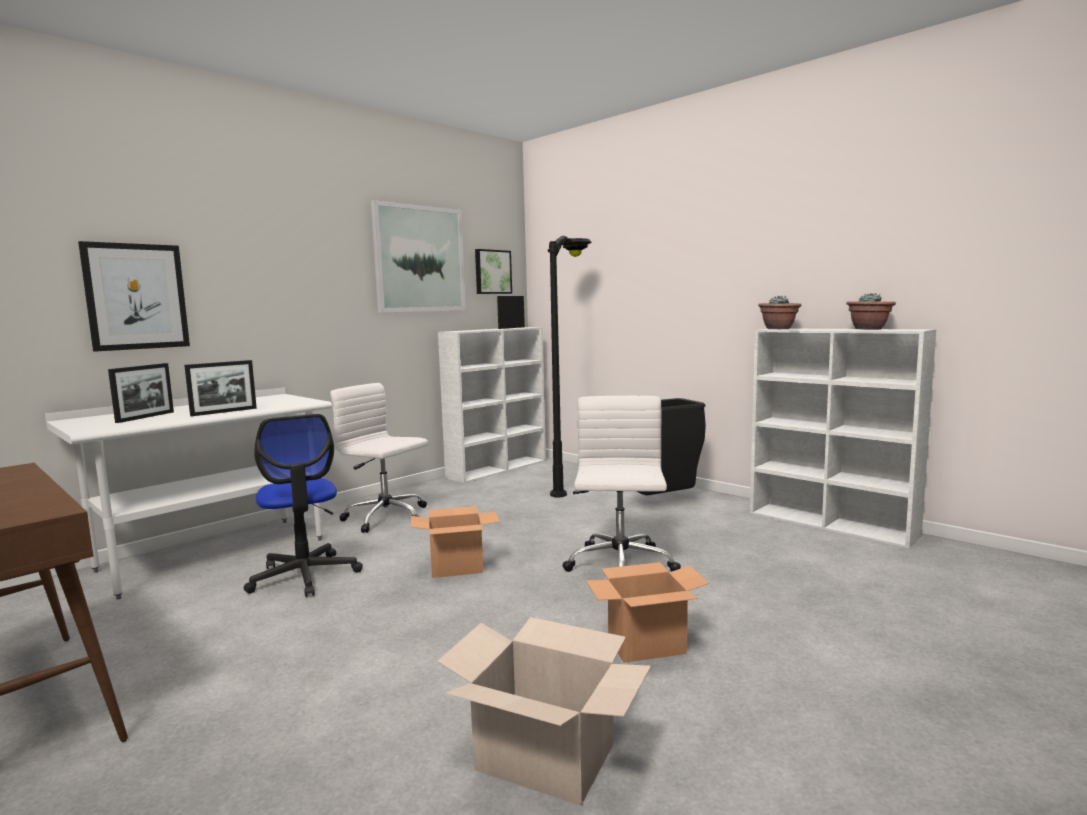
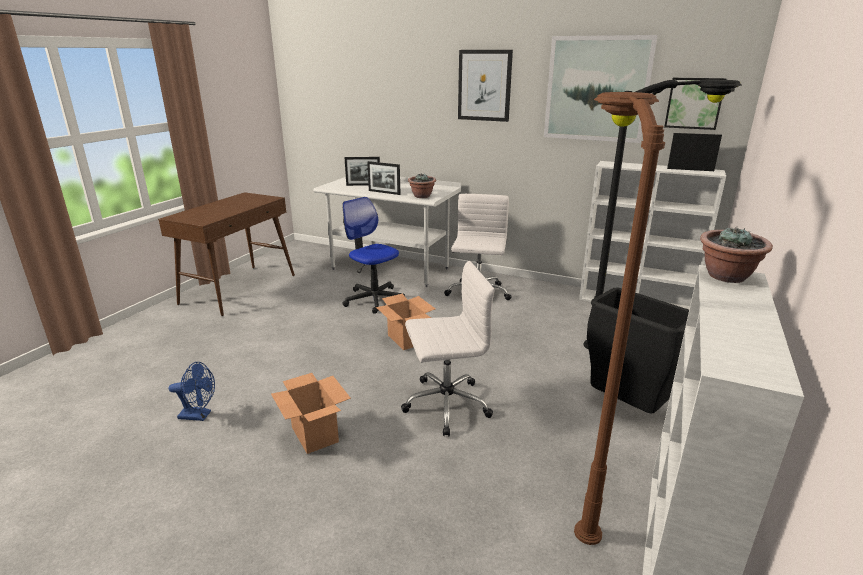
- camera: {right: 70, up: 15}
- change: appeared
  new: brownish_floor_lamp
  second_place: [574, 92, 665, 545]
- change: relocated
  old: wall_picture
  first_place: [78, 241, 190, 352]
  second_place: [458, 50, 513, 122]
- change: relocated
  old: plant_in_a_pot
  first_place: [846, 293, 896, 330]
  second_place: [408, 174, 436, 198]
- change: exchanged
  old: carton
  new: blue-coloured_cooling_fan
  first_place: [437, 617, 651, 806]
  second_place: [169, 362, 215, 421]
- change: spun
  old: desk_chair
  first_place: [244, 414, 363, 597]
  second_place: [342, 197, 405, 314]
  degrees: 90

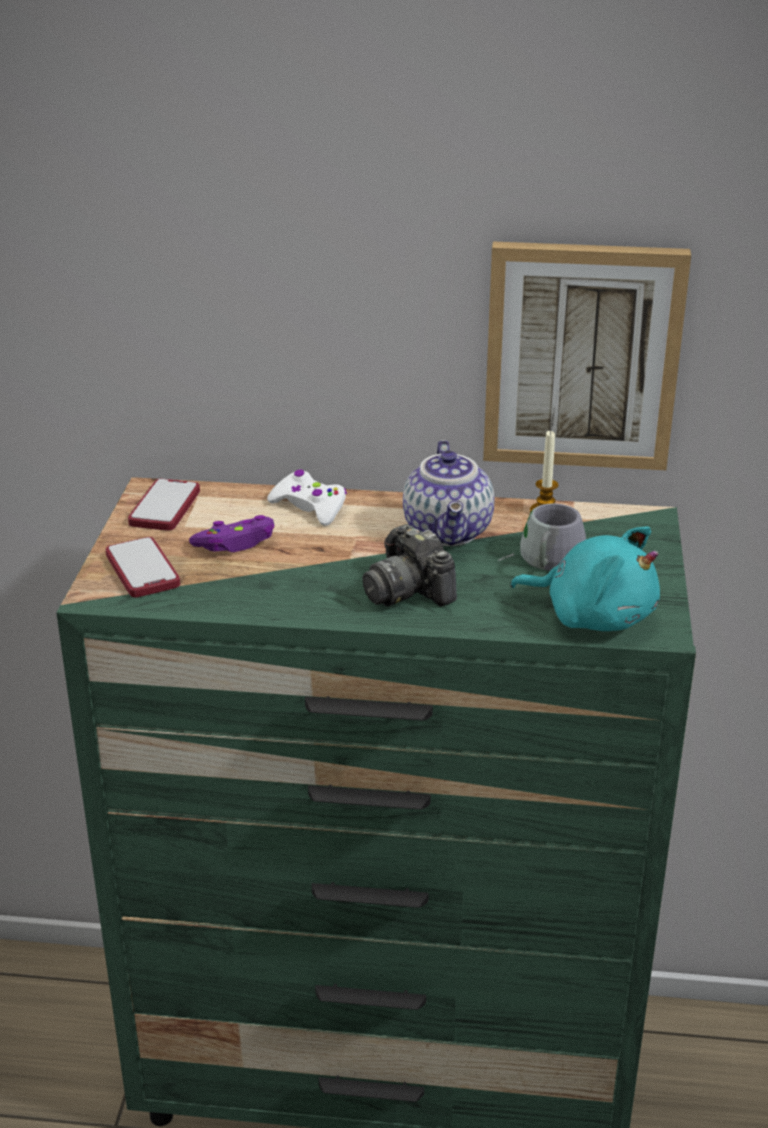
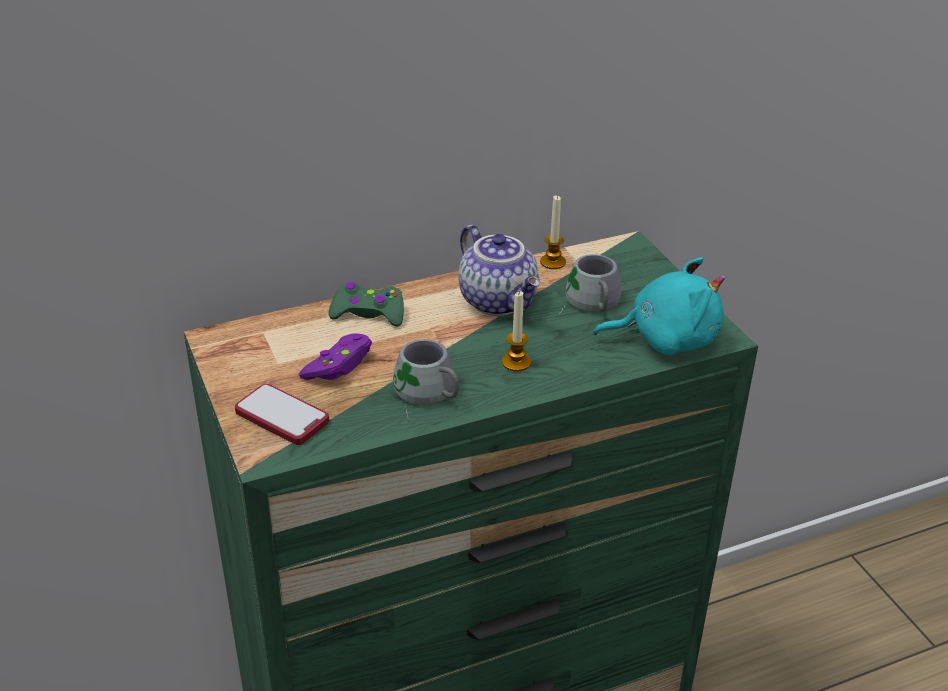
- camera: {right: -30, up: 5}
- change: missing
  old: handset
  first_place: [128, 479, 200, 531]
- change: missing
  old: wall_picture
  first_place: [483, 241, 691, 470]
- change: appeared
  new: grey_mug
  second_place: [393, 339, 459, 418]
- change: exchanged
  old: photo_camera
  new: candle
  first_place: [362, 524, 457, 607]
  second_place: [502, 291, 531, 371]
- change: colour
  old: white-coloured_joypad
  new: green-coloured_joypad
  first_place: [267, 470, 347, 526]
  second_place: [328, 282, 404, 326]

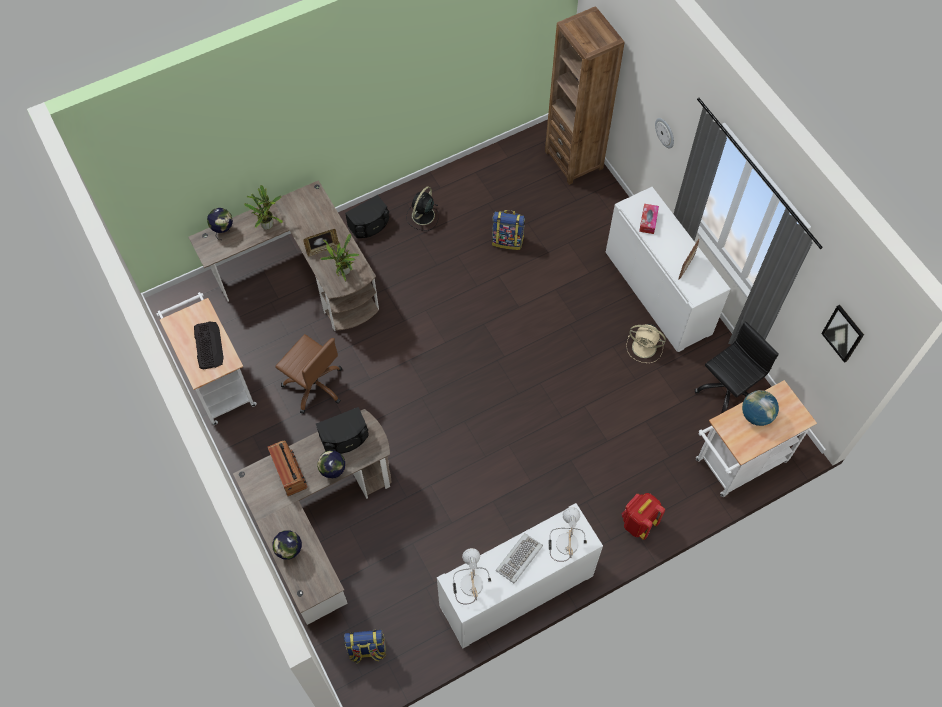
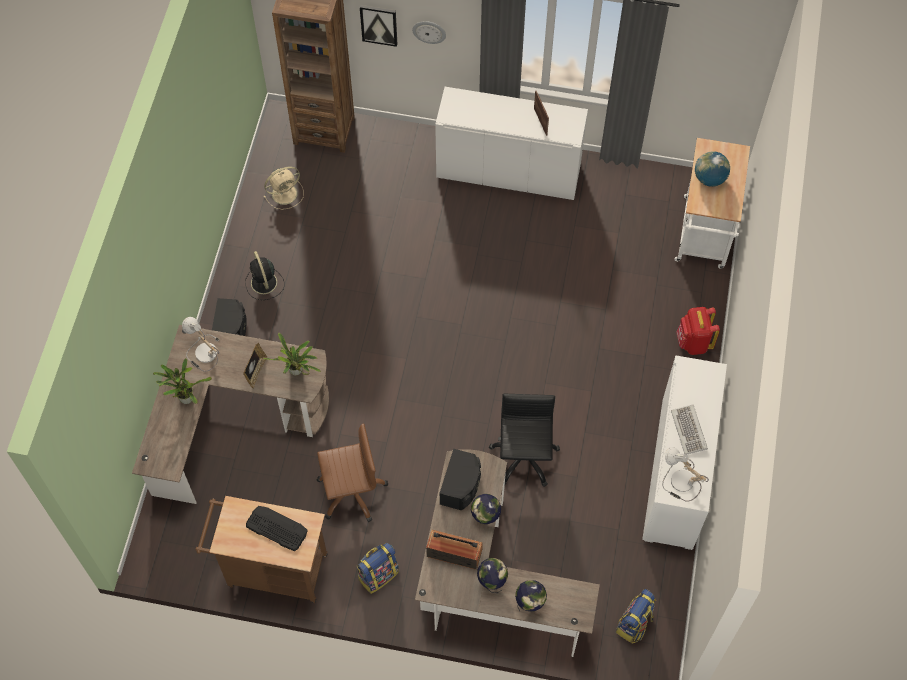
- camera: {right: -50, up: 0}
- change: missing
  old: tissue_box
  first_place: [639, 204, 659, 234]
- change: relocated
  old: world_globe
  first_place: [207, 208, 233, 240]
  second_place: [477, 558, 508, 593]
- change: relocated
  old: backpack
  first_place: [492, 210, 525, 250]
  second_place: [357, 543, 399, 594]
- change: relocated
  old: tabletop_lamp
  first_place: [549, 507, 587, 562]
  second_place: [182, 317, 219, 372]
- change: relocated
  old: beige-coloured_cooling_fan
  first_place: [626, 324, 666, 363]
  second_place: [264, 166, 304, 210]
- change: relocated
  old: blackish_desk_chair
  first_place: [694, 321, 779, 414]
  second_place: [489, 394, 560, 487]
- change: relocated
  old: wall_picture
  first_place: [821, 305, 864, 363]
  second_place: [360, 5, 397, 47]
- change: colour
  old: white-coloured_cart
  new: brownish_cart
  first_place: [157, 292, 257, 425]
  second_place: [195, 496, 327, 603]

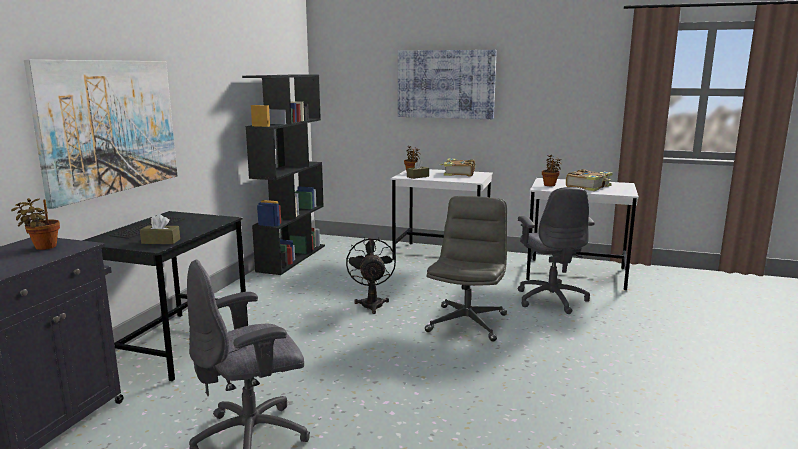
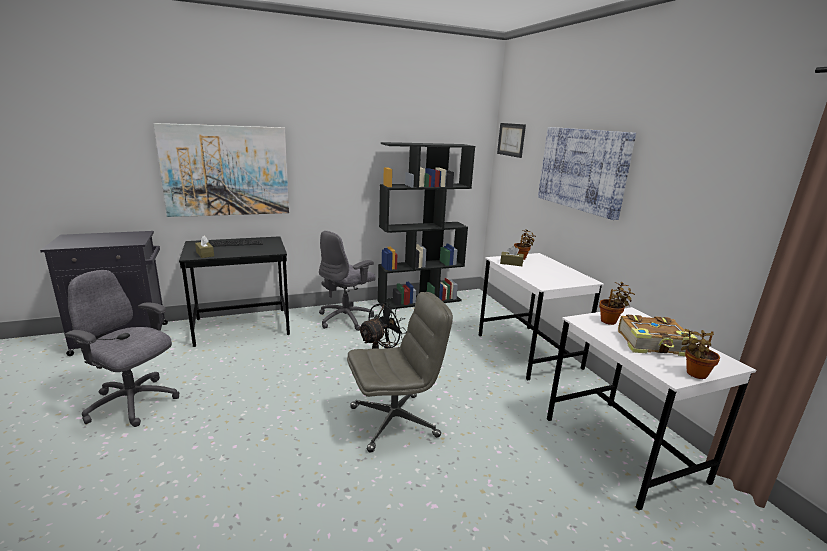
- camera: {right: 50, up: 5}
- change: missing
  old: book
  first_place: [440, 159, 475, 177]
- change: appeared
  new: wall_picture
  second_place: [497, 123, 526, 158]
- change: relocated
  old: plant_in_a_pot
  first_place: [11, 198, 60, 250]
  second_place: [681, 329, 720, 379]
- change: relocated
  old: grey_desk_chair
  first_place: [518, 187, 595, 314]
  second_place: [319, 231, 376, 331]

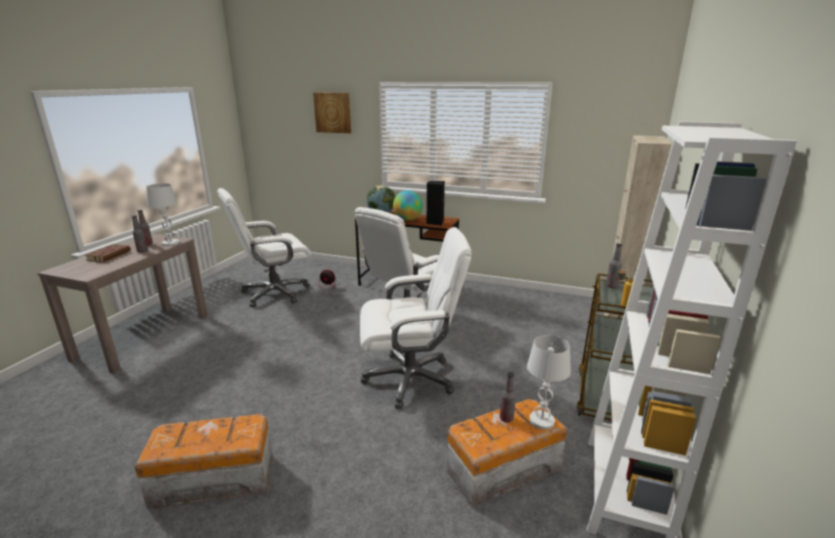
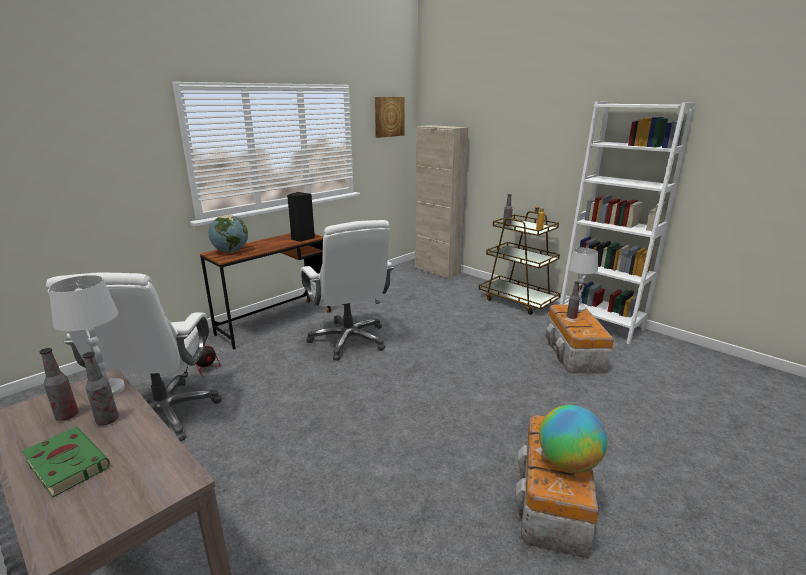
- camera: {right: -65, up: 0}
- change: missing
  old: white-coloured_desk_chair
  first_place: [360, 227, 472, 409]
- change: relocated
  old: wall_picture
  first_place: [313, 92, 351, 133]
  second_place: [375, 97, 405, 138]
- change: relocated
  old: world_globe
  first_place: [393, 190, 423, 221]
  second_place: [539, 405, 607, 472]
- change: colour
  old: brownish_book
  new: green-coloured_book
  first_place: [85, 244, 131, 262]
  second_place: [22, 427, 110, 498]

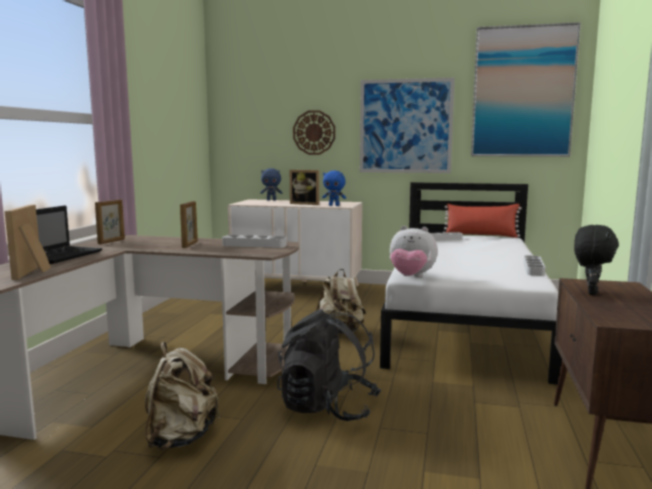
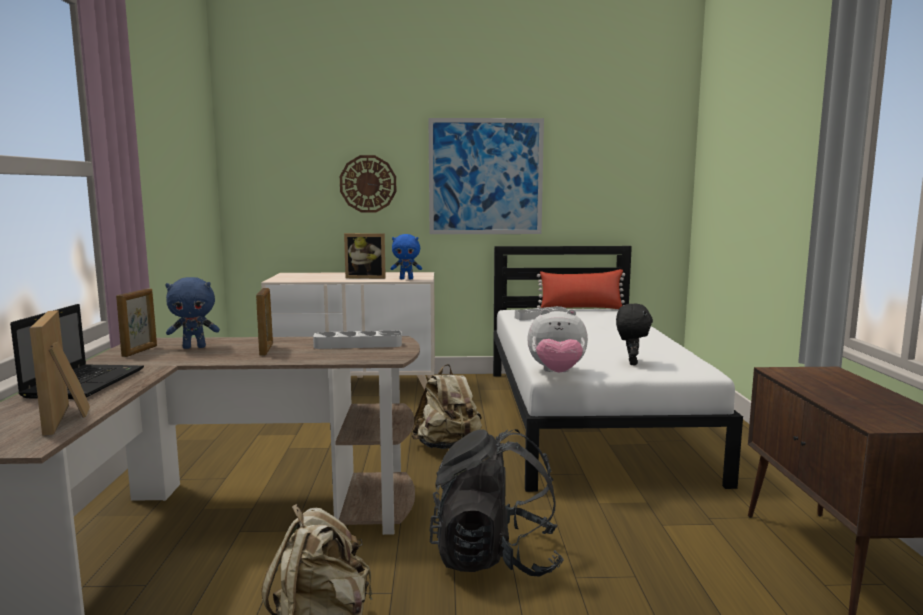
- camera: {right: -15, up: 0}
- change: missing
  old: wall_picture
  first_place: [471, 22, 581, 157]
- change: missing
  old: grey_carrying_tray
  first_place: [524, 255, 545, 276]
- change: relocated
  old: blue-coloured_soft_toy
  first_place: [260, 168, 283, 201]
  second_place: [165, 277, 220, 349]
- change: relocated
  old: blackish_soft_toy
  first_place: [574, 225, 619, 295]
  second_place: [616, 303, 653, 365]

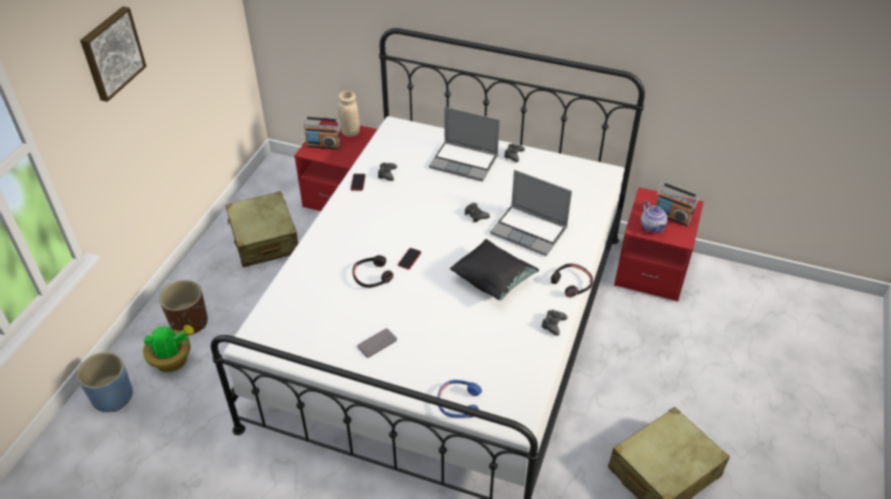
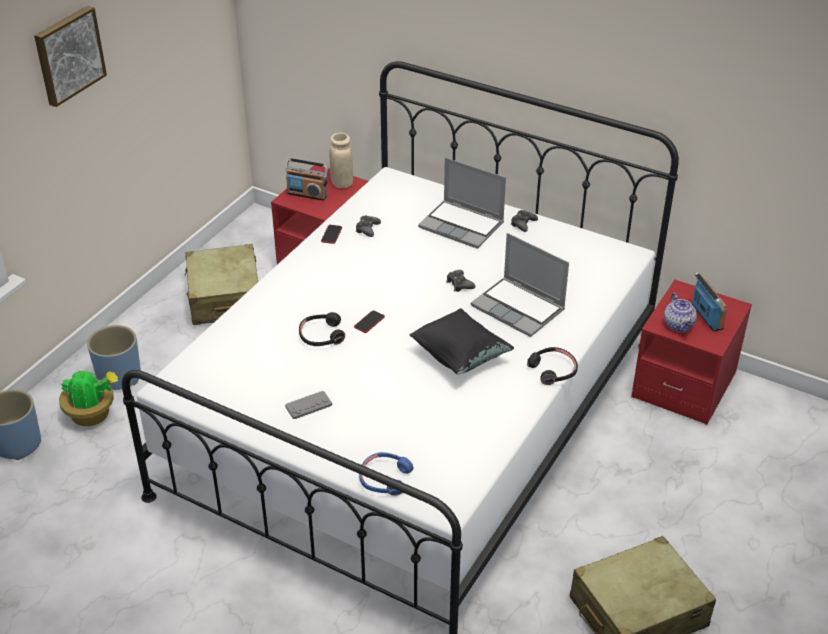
- camera: {right: 10, up: -5}
- change: missing
  old: blackish_joypad
  first_place: [541, 310, 568, 336]
- change: colour
  old: brownish_planter
  new: blue-coloured_planter
  first_place: [159, 280, 208, 335]
  second_place: [87, 325, 141, 390]
- change: spun
  old: radio
  first_place: [655, 182, 699, 226]
  second_place: [692, 272, 727, 331]
  degrees: -150

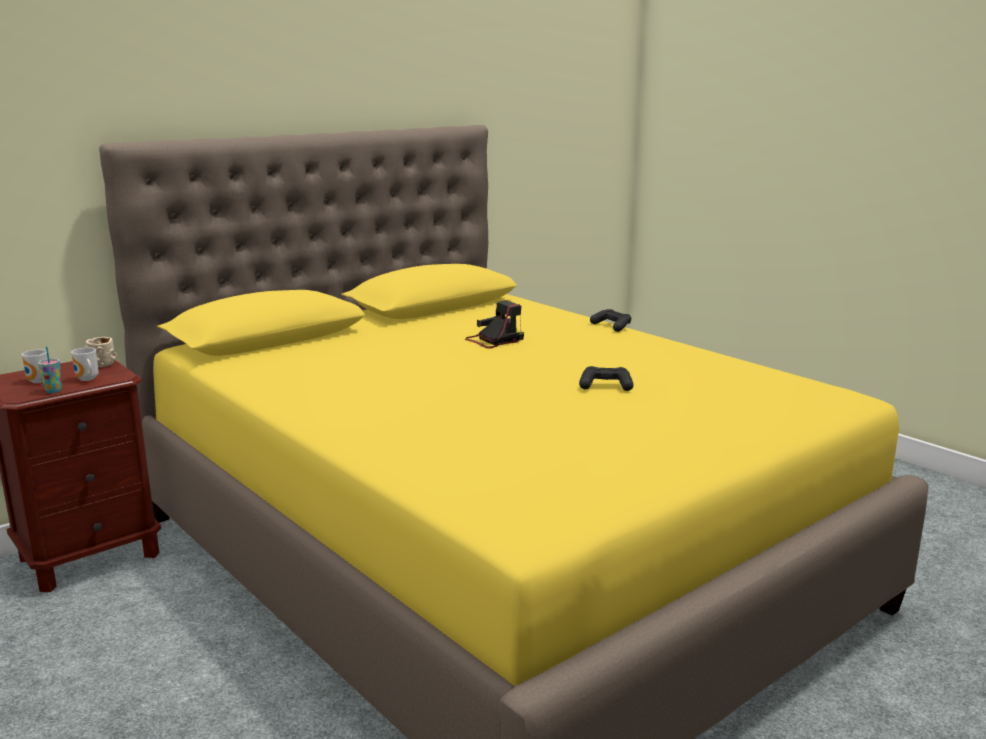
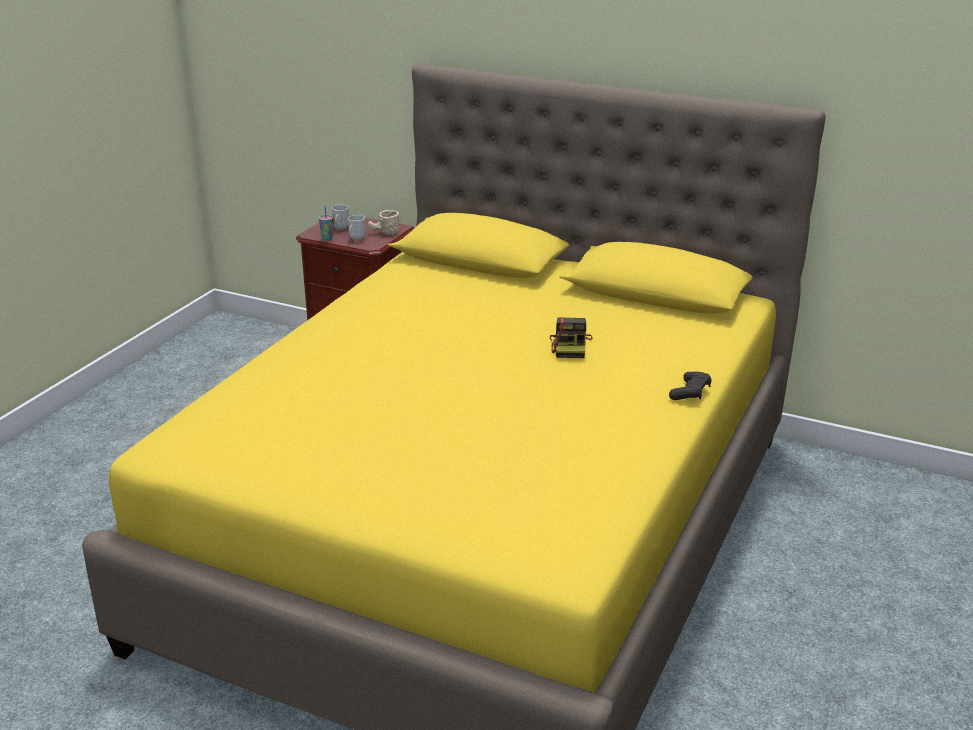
- camera: {right: 65, up: 10}
- change: missing
  old: blackish_joypad
  first_place: [579, 366, 633, 391]
- change: spun
  old: photo_camera
  first_place: [465, 300, 524, 349]
  second_place: [550, 317, 593, 358]
  degrees: 60

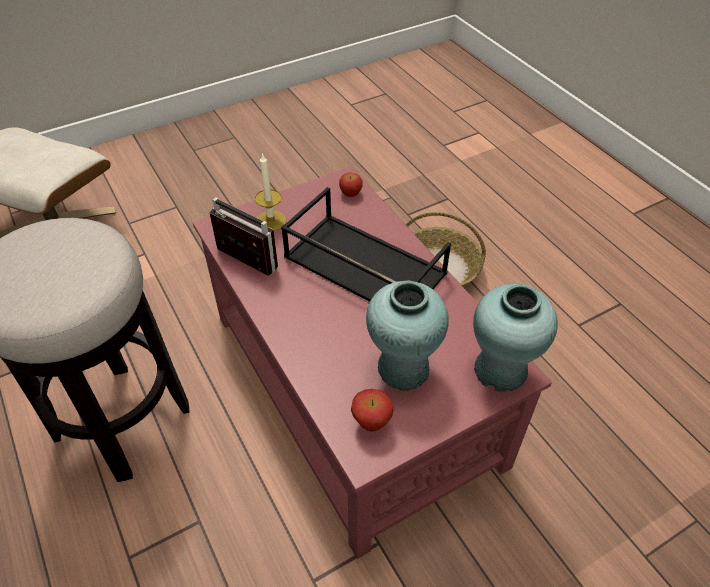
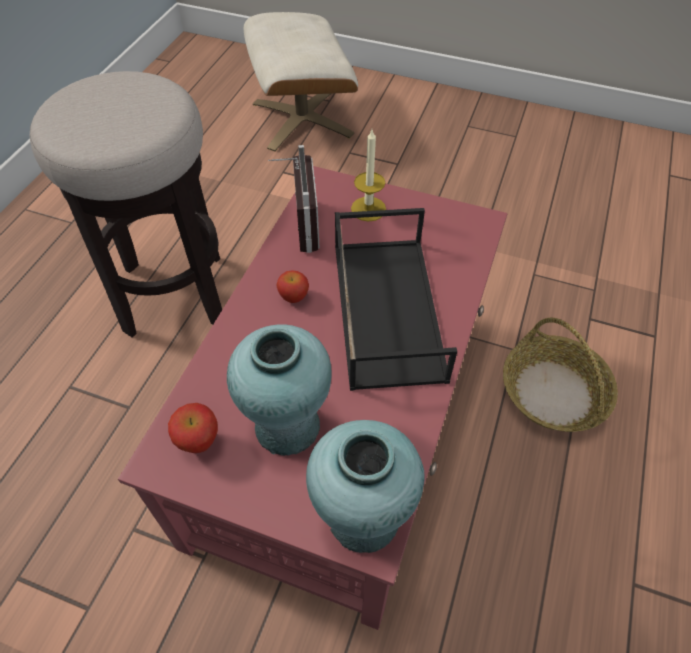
- camera: {right: 50, up: 5}
- change: relocated
  old: apple
  first_place: [339, 173, 363, 197]
  second_place: [276, 270, 309, 303]

